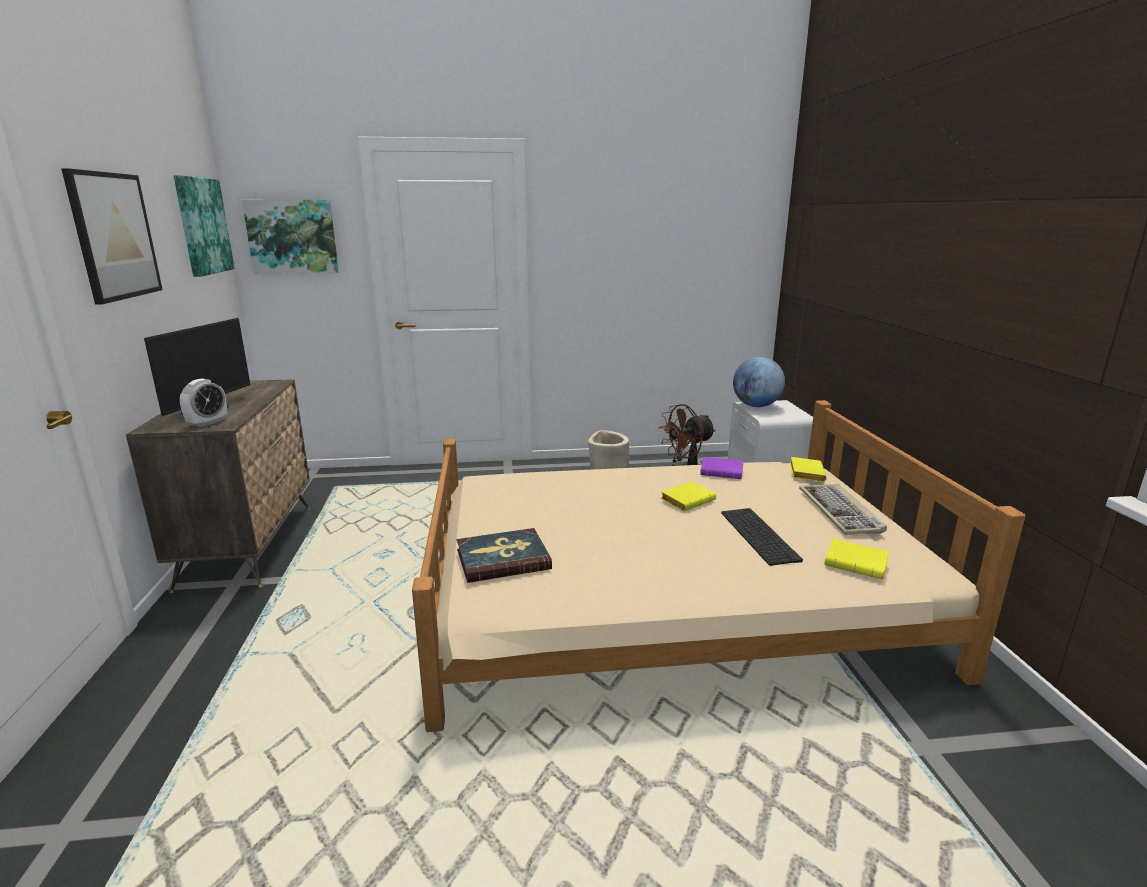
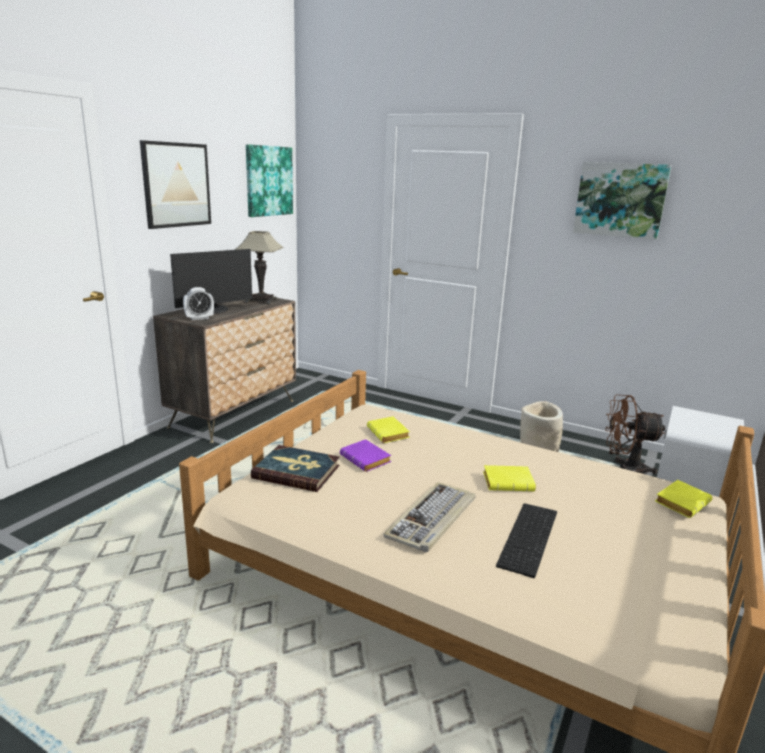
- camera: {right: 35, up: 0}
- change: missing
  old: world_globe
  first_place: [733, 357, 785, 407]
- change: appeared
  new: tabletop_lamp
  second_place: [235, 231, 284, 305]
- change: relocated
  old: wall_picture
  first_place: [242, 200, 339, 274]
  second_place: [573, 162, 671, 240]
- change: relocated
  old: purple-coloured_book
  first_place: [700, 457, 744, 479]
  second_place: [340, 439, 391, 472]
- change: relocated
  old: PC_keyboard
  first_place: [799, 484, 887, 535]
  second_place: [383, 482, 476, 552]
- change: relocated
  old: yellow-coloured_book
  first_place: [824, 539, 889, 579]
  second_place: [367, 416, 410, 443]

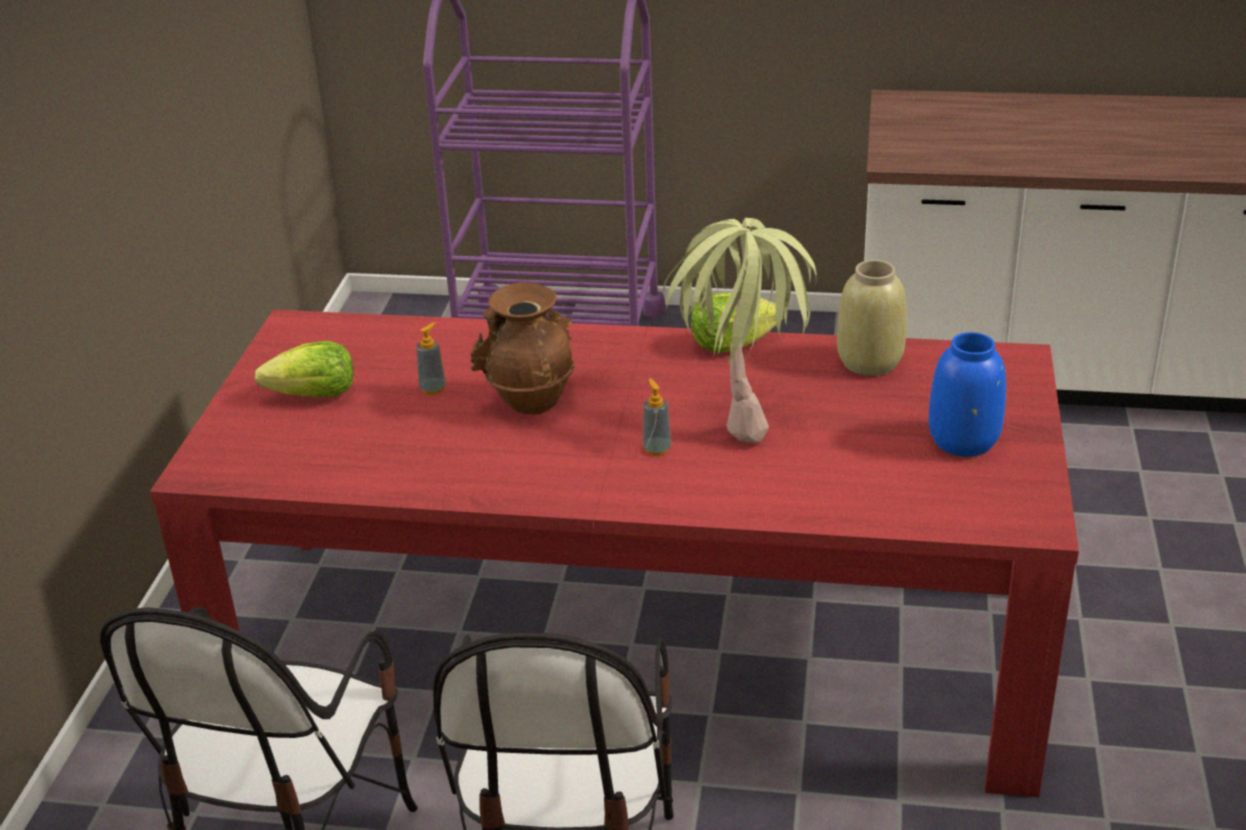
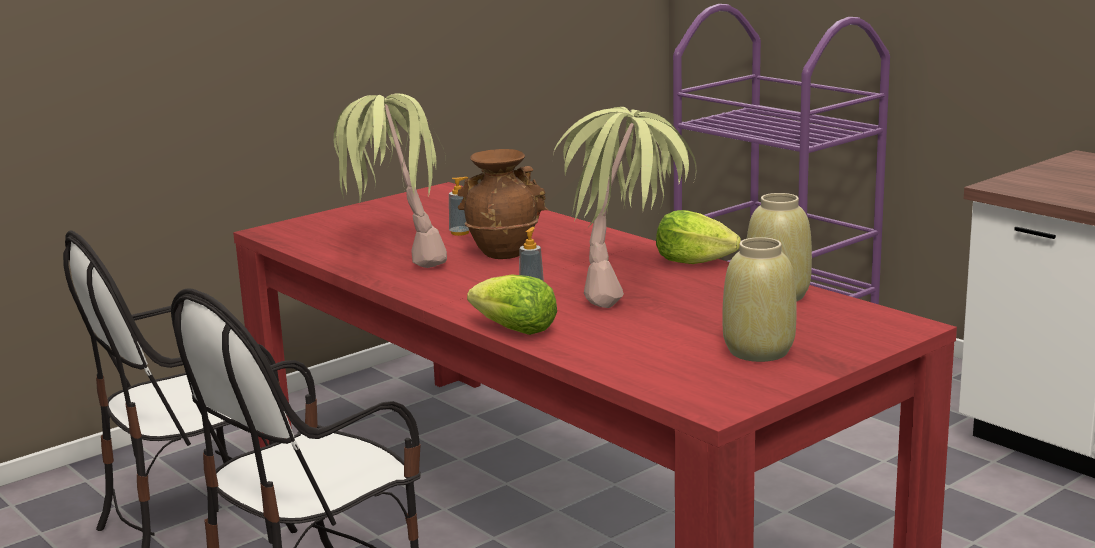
- camera: {right: 40, up: -15}
- change: appeared
  new: plant_in_a_pot
  second_place: [333, 93, 447, 268]
- change: relocated
  old: head_of_lettuce
  first_place: [255, 341, 354, 397]
  second_place: [467, 275, 557, 335]
- change: colour
  old: blue-coloured_vase
  new: beige-coloured_vase
  first_place: [929, 332, 1006, 457]
  second_place: [722, 237, 797, 362]

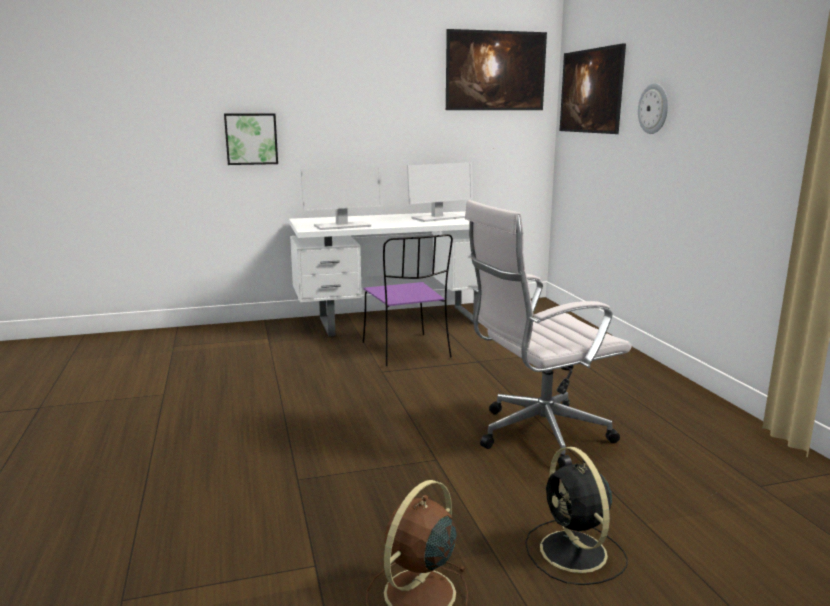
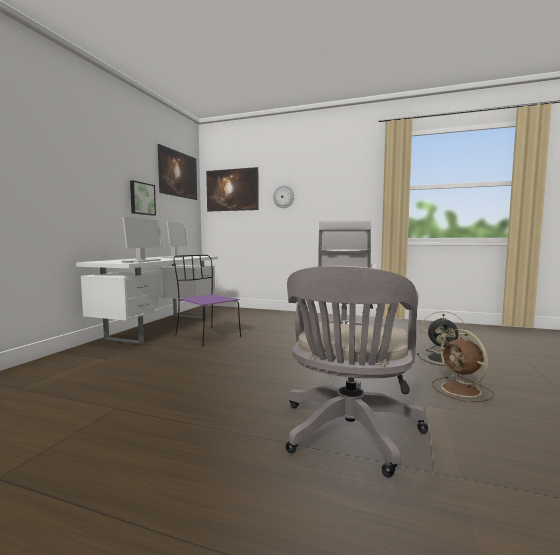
- camera: {right: -55, up: -10}
- change: appeared
  new: grey_desk_chair
  second_place: [286, 266, 428, 478]
- change: relocated
  old: wall_picture
  first_place: [224, 114, 278, 165]
  second_place: [130, 180, 156, 215]
- change: spun
  old: purple-coloured_upright_chair
  first_place: [363, 234, 453, 366]
  second_place: [173, 255, 241, 347]
  degrees: -150

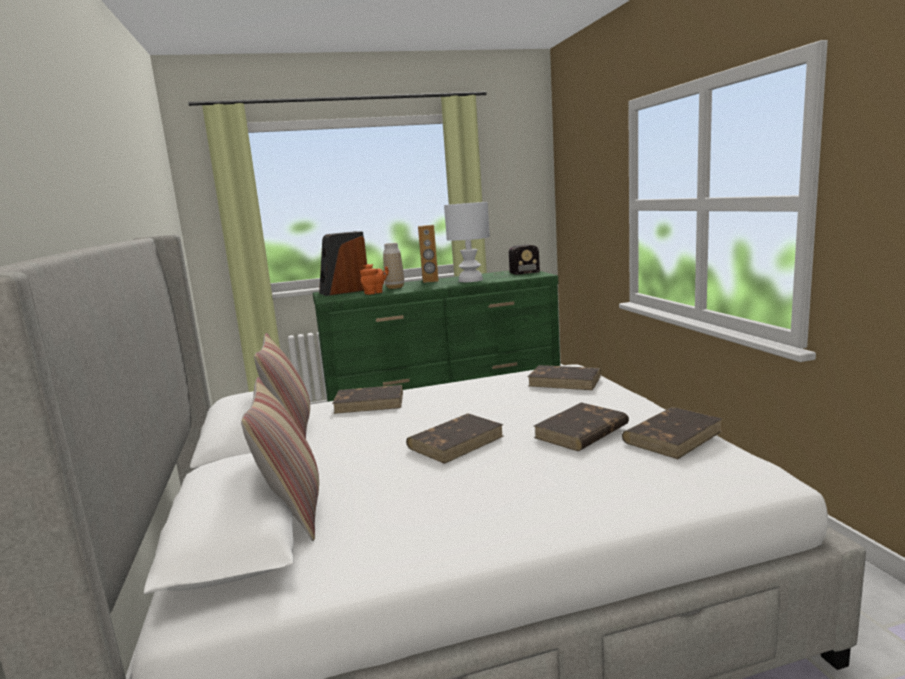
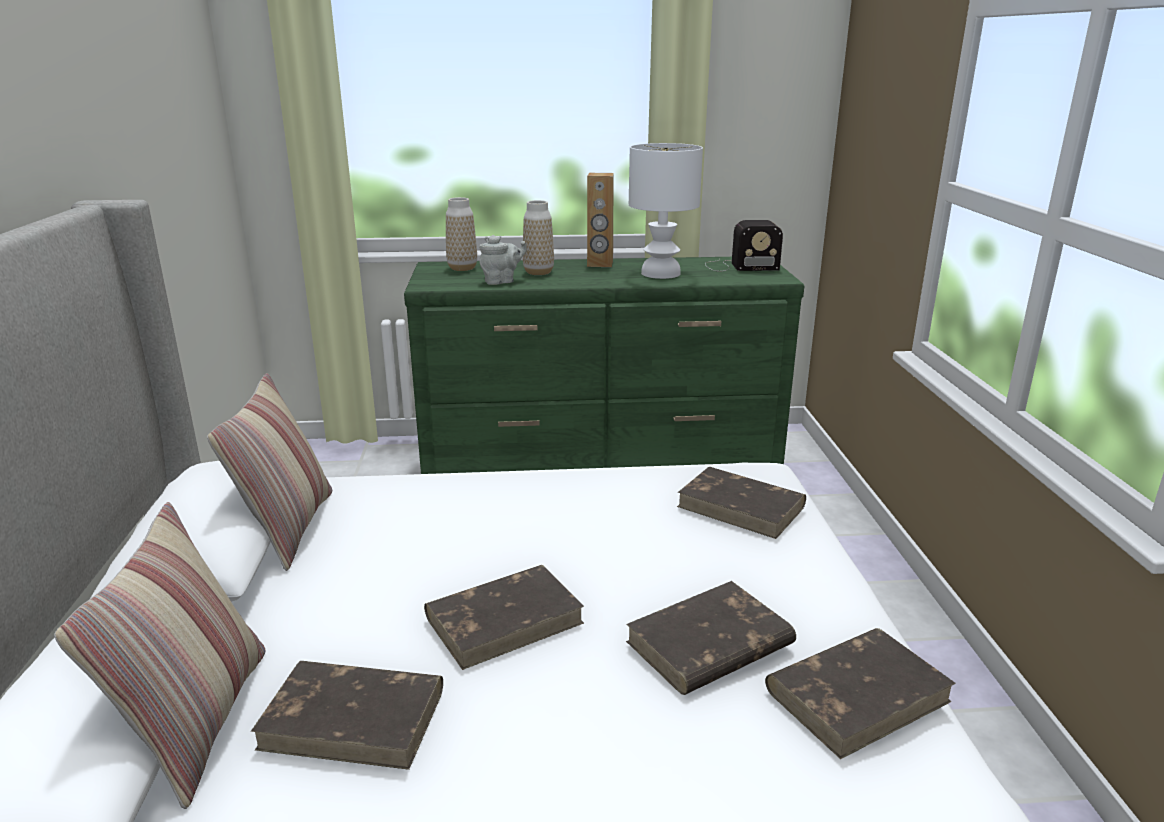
- camera: {right: 10, up: 10}
- change: relocated
  old: brownish_book
  first_place: [332, 385, 403, 414]
  second_place: [251, 661, 443, 770]
- change: exchanged
  old: loudspeaker
  new: vase
  first_place: [319, 231, 367, 296]
  second_place: [446, 197, 477, 271]
- change: colour
  old: orange-coloured_pot_for_tea
  new: grey_pot_for_tea
  first_place: [360, 264, 389, 295]
  second_place: [479, 235, 527, 285]

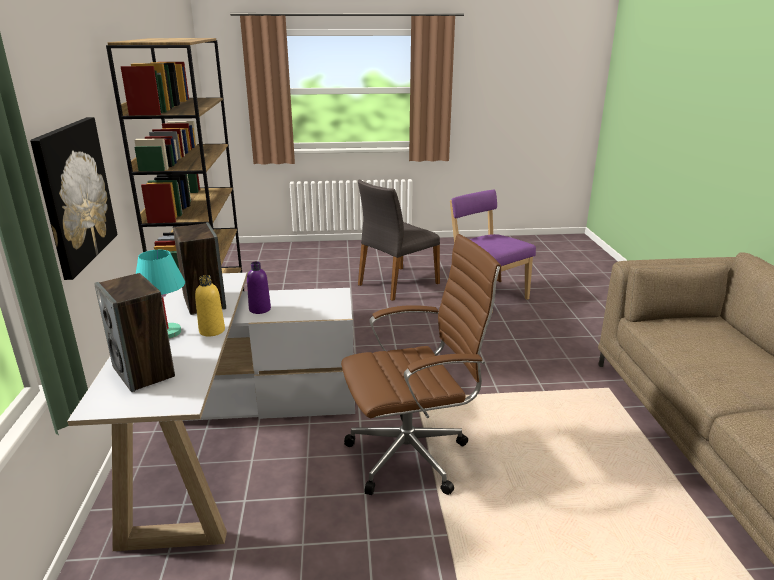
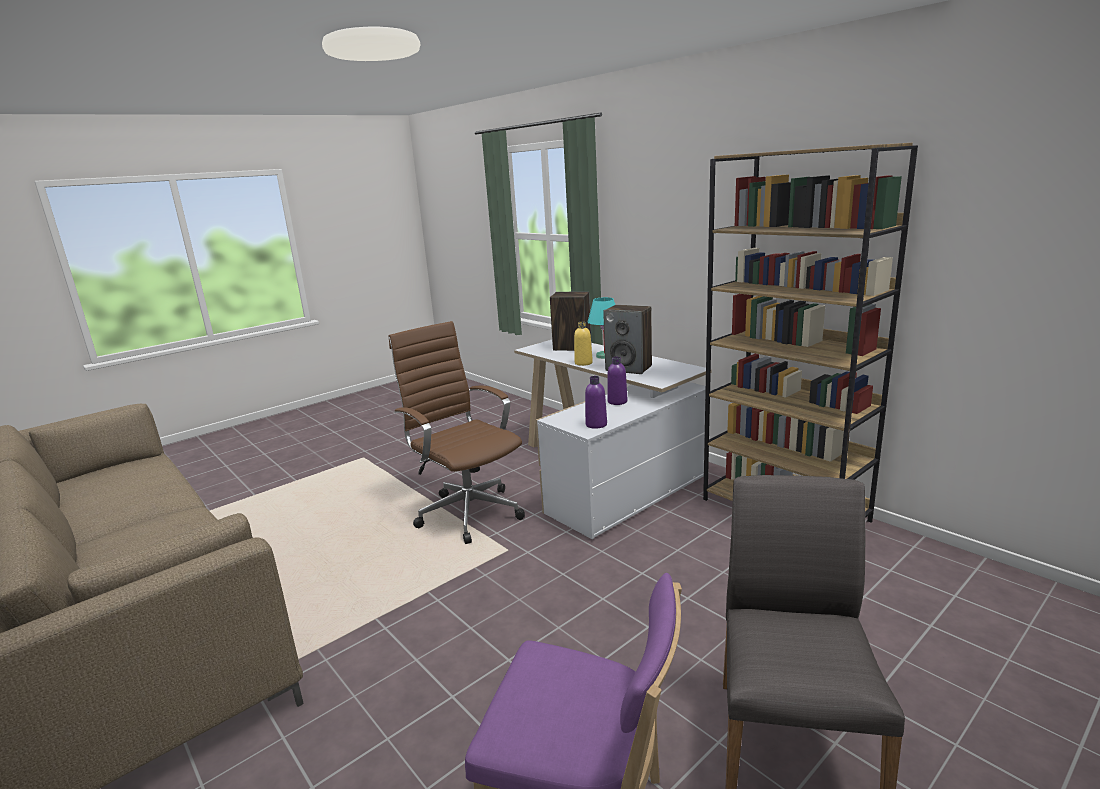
- camera: {right: 145, up: -5}
- change: missing
  old: wall_picture
  first_place: [30, 117, 118, 280]
- change: appeared
  new: purple-coloured_drink_bottle
  second_place: [585, 376, 607, 429]
- change: spun
  old: brownish_desk_chair
  first_place: [341, 234, 501, 495]
  second_place: [389, 321, 525, 544]
  degrees: 105

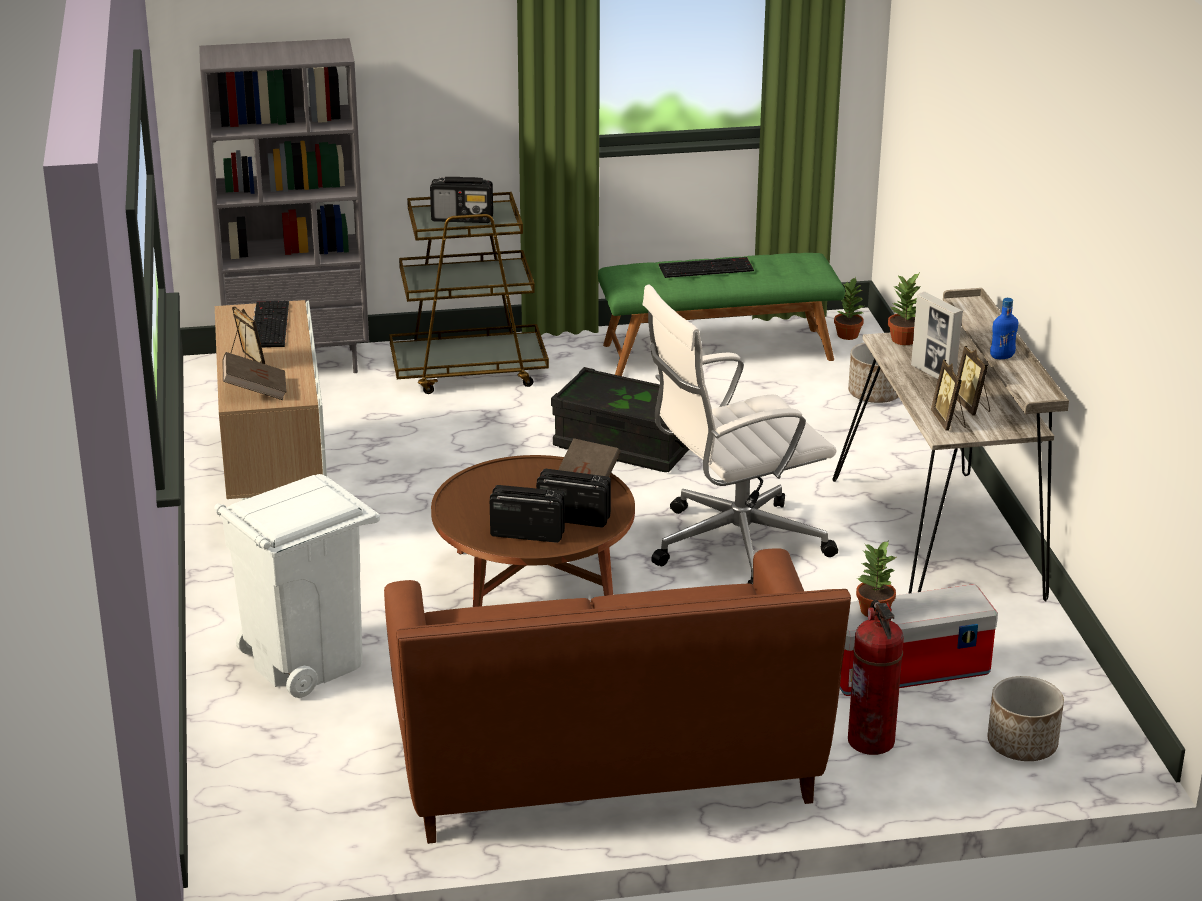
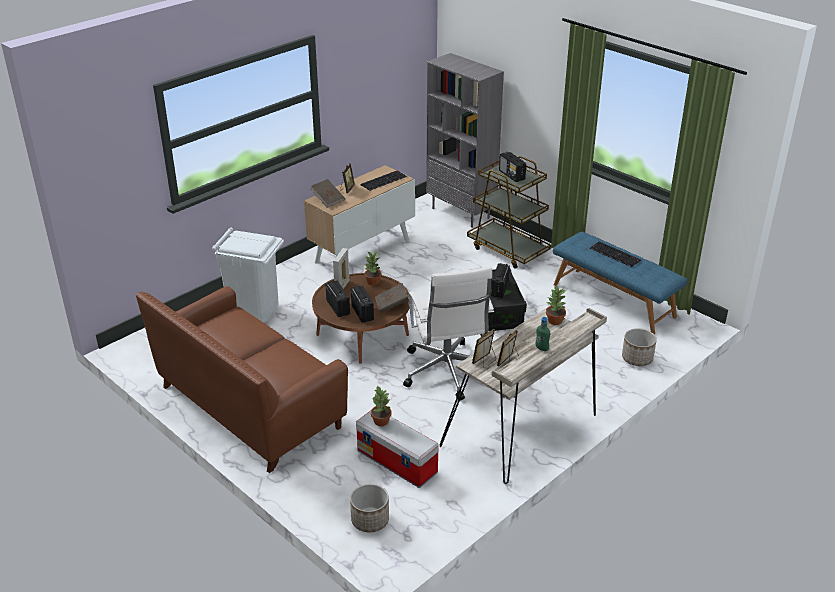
- camera: {right: 55, up: 5}
- change: missing
  old: fire_extinguisher
  first_place: [848, 600, 904, 755]
- change: appeared
  new: radio
  second_place: [491, 263, 510, 298]
- change: relocated
  old: plant_in_a_pot
  first_place: [834, 277, 864, 340]
  second_place: [364, 252, 382, 286]
- change: relocated
  old: picture_frame
  first_place: [911, 292, 963, 379]
  second_place: [333, 248, 350, 289]
- change: colour
  old: green-coloured_long_seat
  new: blue-coloured_long_seat
  first_place: [598, 253, 845, 376]
  second_place: [553, 232, 687, 334]
- change: colour
  old: blue-coloured_drink_bottle
  new: green-coloured_drink_bottle
  first_place: [990, 298, 1018, 359]
  second_place: [535, 317, 550, 351]
- change: spun
  old: white-coloured_desk_chair
  first_place: [642, 285, 838, 585]
  second_place: [403, 267, 494, 401]
  degrees: -135

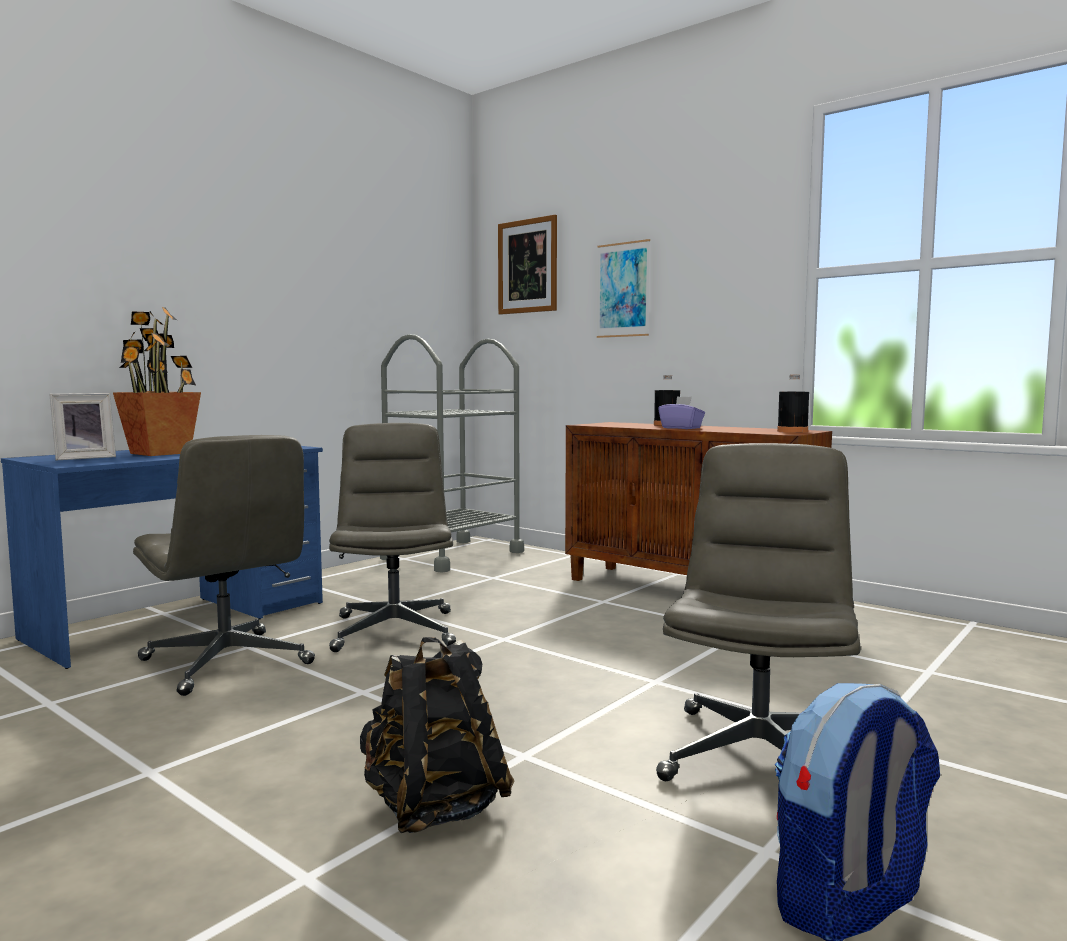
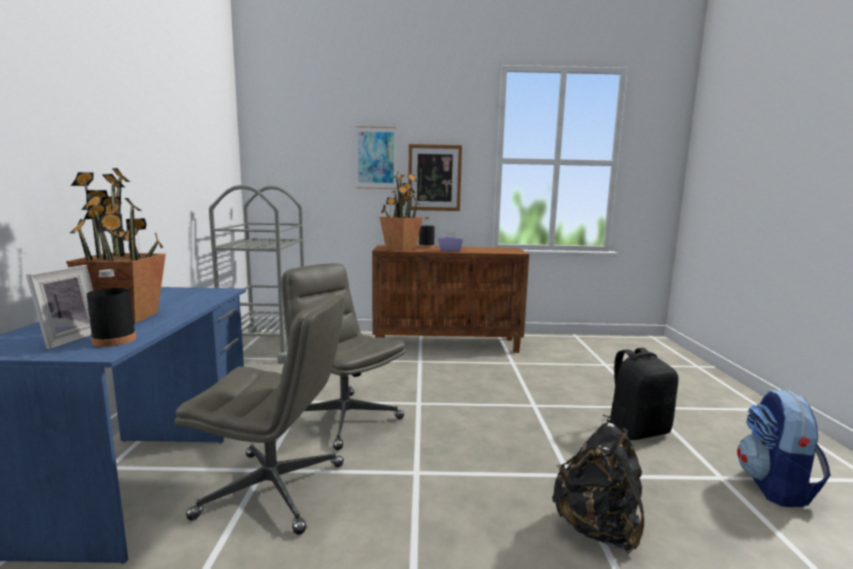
- camera: {right: -40, up: 5}
- change: appeared
  new: plant_in_a_pot
  second_place: [380, 171, 423, 251]
- change: relocated
  old: wall_picture
  first_place: [498, 215, 557, 315]
  second_place: [408, 144, 462, 211]
- change: relocated
  old: blackish_drink_bottle
  first_place: [777, 374, 809, 433]
  second_place: [86, 269, 136, 347]
- change: exchanged
  old: grey_desk_chair
  new: blackish_backpack
  first_place: [656, 443, 861, 781]
  second_place: [603, 348, 679, 440]

